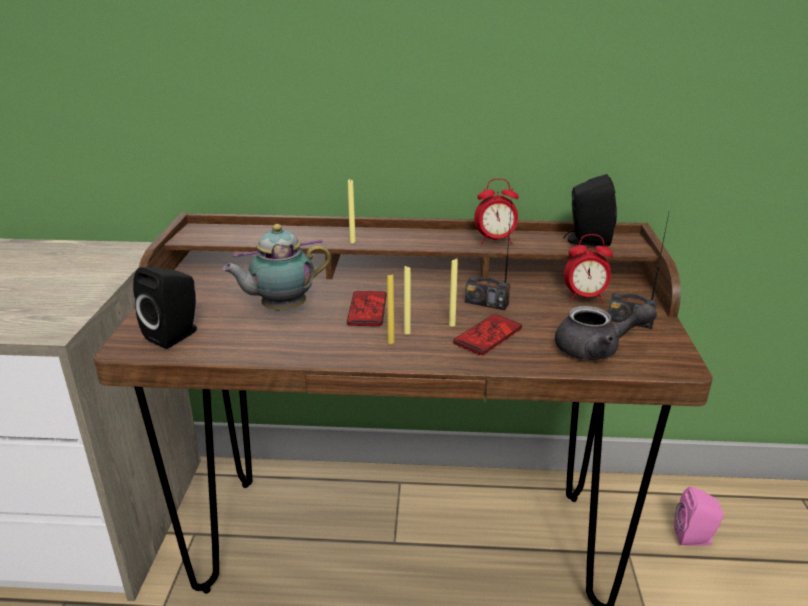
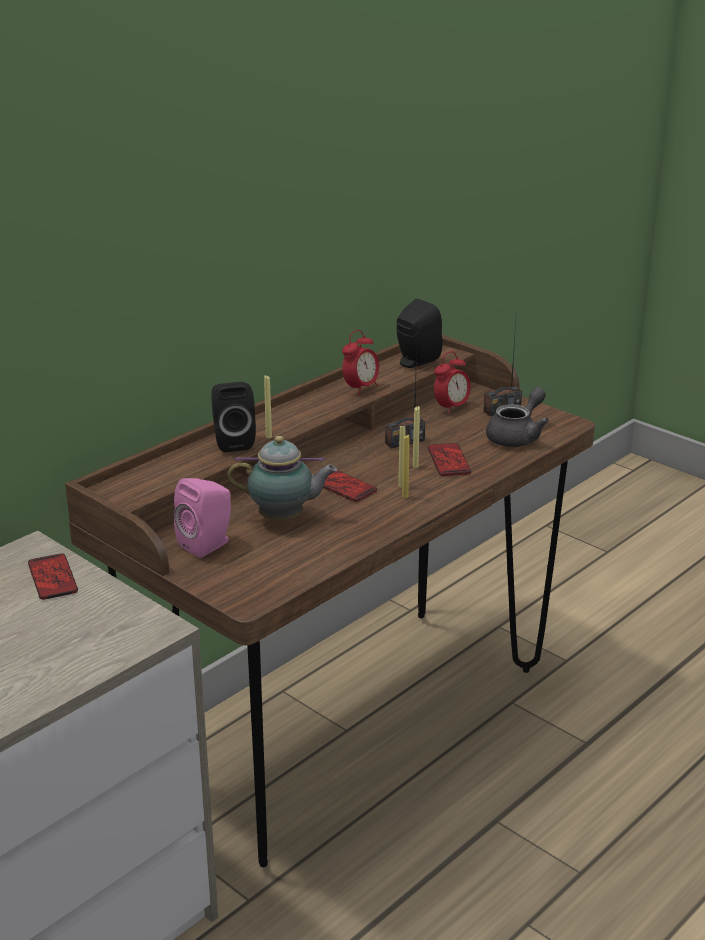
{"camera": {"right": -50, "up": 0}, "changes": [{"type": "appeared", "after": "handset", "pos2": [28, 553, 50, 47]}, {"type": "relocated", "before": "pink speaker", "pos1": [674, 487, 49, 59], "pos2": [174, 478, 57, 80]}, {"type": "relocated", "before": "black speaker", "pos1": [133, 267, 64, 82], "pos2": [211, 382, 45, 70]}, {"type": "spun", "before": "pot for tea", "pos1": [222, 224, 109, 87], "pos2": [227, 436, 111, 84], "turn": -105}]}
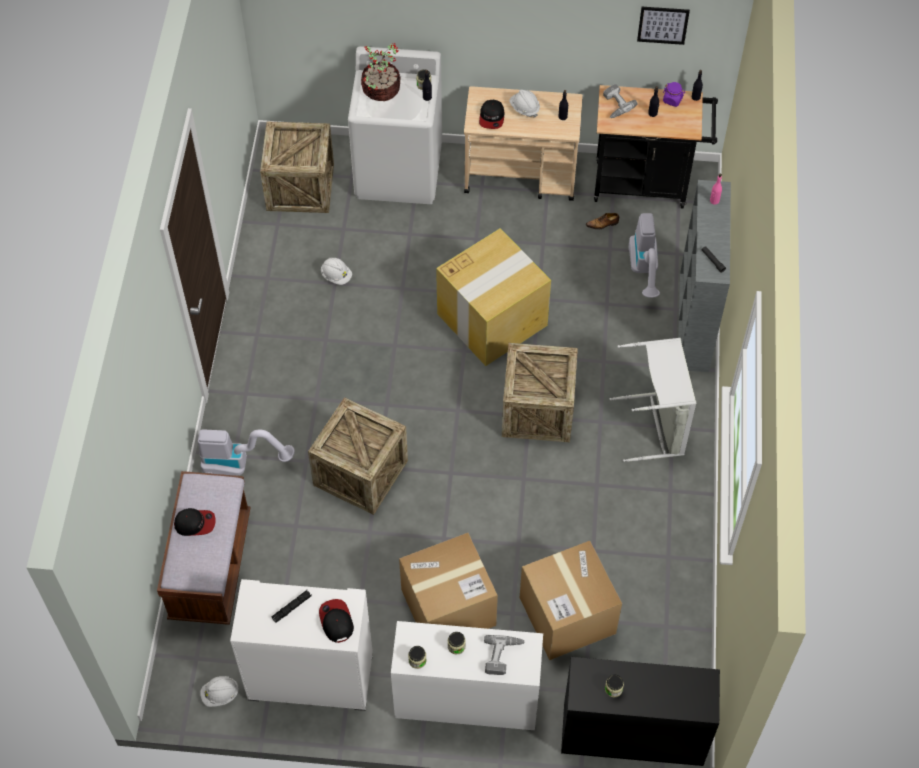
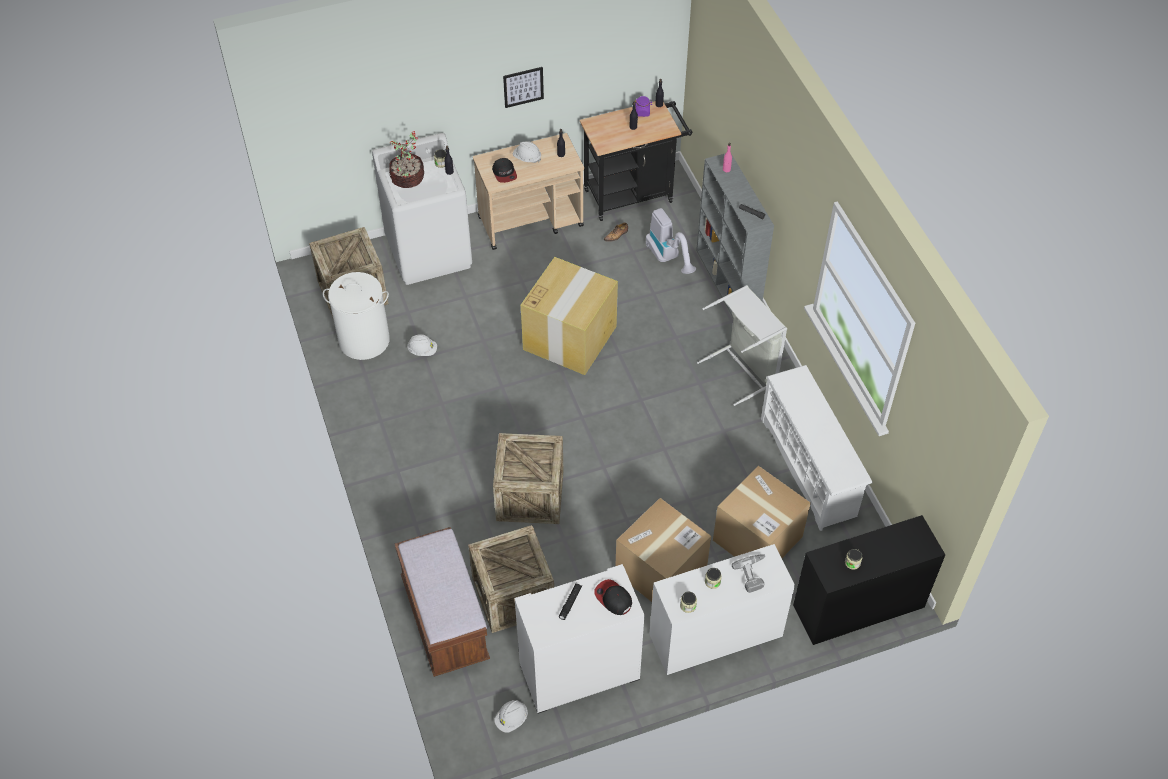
{"camera": {"right": -25, "up": -5}, "changes": [{"type": "appeared", "after": "white-coloured laundry basket", "pos2": [323, 272, 67, 88]}, {"type": "relocated", "before": "shipping crate", "pos1": [502, 343, 76, 99], "pos2": [468, 525, 86, 108]}, {"type": "relocated", "before": "picture", "pos1": [637, 7, 53, 38], "pos2": [503, 67, 41, 41]}, {"type": "appeared", "after": "white-coloured shoe shelf", "pos2": [761, 365, 112, 166]}, {"type": "missing", "before": "cap", "pos1": [174, 508, 41, 28]}, {"type": "missing", "before": "hoover", "pos1": [198, 429, 97, 47]}, {"type": "missing", "before": "electric drill", "pos1": [603, 84, 34, 34]}]}
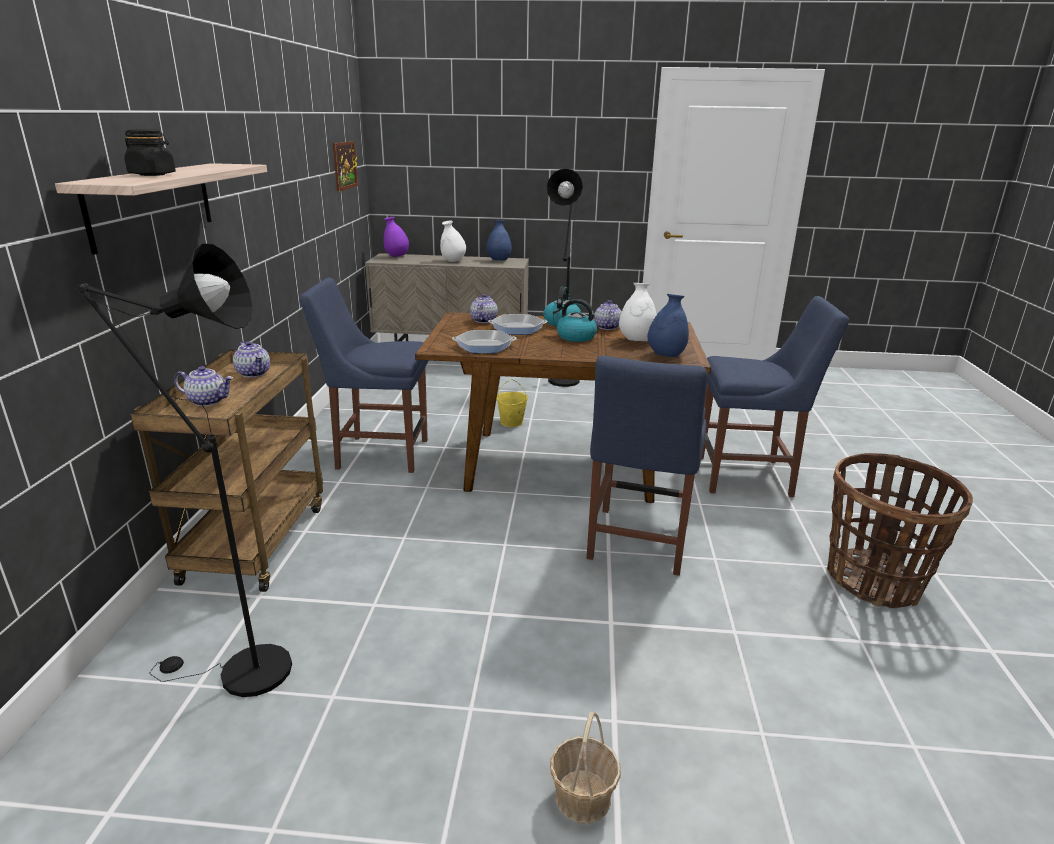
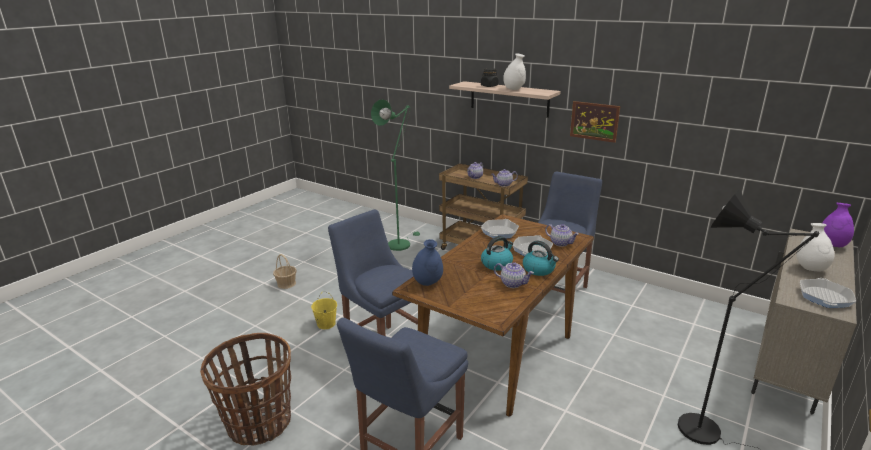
{"camera": {"right": 120, "up": 0}, "changes": [{"type": "relocated", "before": "yellow pail", "pos1": [497, 379, 31, 48], "pos2": [311, 292, 26, 37]}, {"type": "colour", "before": "black standing lamp", "after": "greenish standing lamp", "pos1": [76, 243, 216, 454], "pos2": [371, 99, 49, 152]}, {"type": "relocated", "before": "white-coloured decorative vase", "pos1": [619, 283, 38, 58], "pos2": [503, 54, 23, 36]}, {"type": "relocated", "before": "picture", "pos1": [333, 141, 25, 51], "pos2": [570, 101, 50, 42]}, {"type": "exchanged", "before": "blue-coloured decorative vase", "after": "frying pan", "pos1": [486, 220, 26, 40], "pos2": [800, 278, 56, 30]}]}
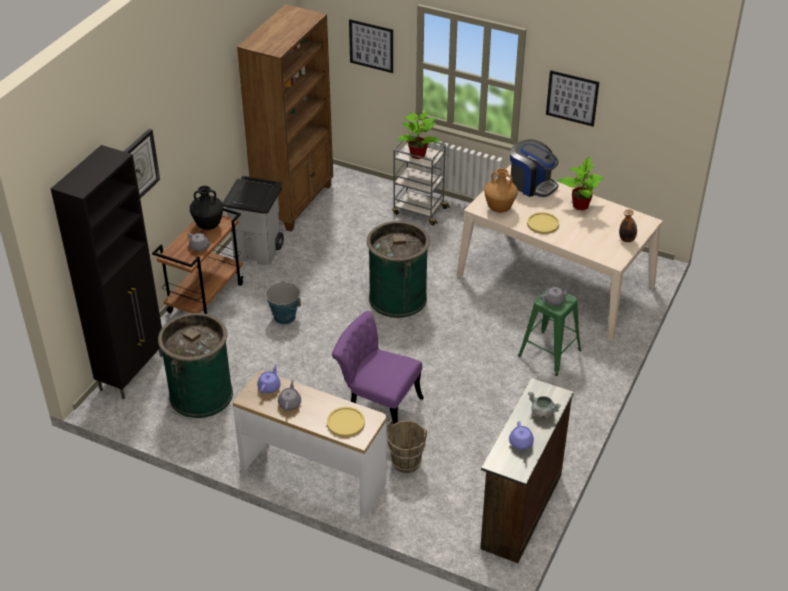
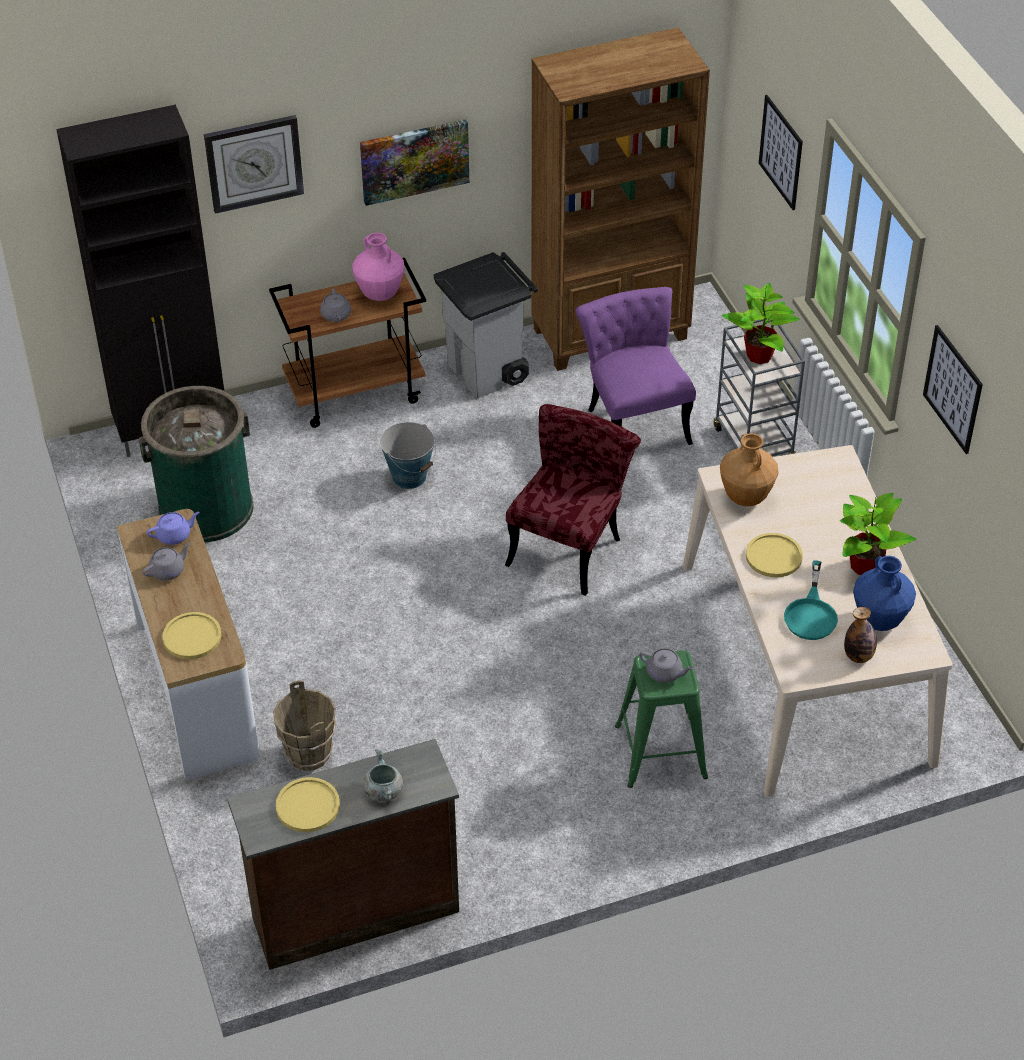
{"camera": {"right": 45, "up": 5}, "changes": [{"type": "exchanged", "before": "purple-coloured pot for tea", "after": "yellow flat dish", "pos1": [509, 421, 25, 29], "pos2": [276, 777, 64, 55]}, {"type": "colour", "before": "black decorative vase", "after": "pink decorative vase", "pos1": [190, 186, 33, 44], "pos2": [352, 233, 53, 68]}, {"type": "appeared", "after": "picture", "pos2": [360, 119, 110, 87]}, {"type": "exchanged", "before": "greenish rubbish bin", "after": "red upright chair", "pos1": [367, 221, 63, 97], "pos2": [505, 404, 136, 192]}, {"type": "relocated", "before": "purple-coloured upright chair", "pos1": [332, 311, 92, 113], "pos2": [575, 287, 121, 158]}, {"type": "appeared", "after": "turquoise frying pan", "pos2": [784, 561, 54, 79]}, {"type": "appeared", "after": "blue-coloured decorative vase", "pos2": [853, 556, 63, 75]}, {"type": "missing", "before": "coffee brewer", "pos1": [510, 139, 49, 58]}]}
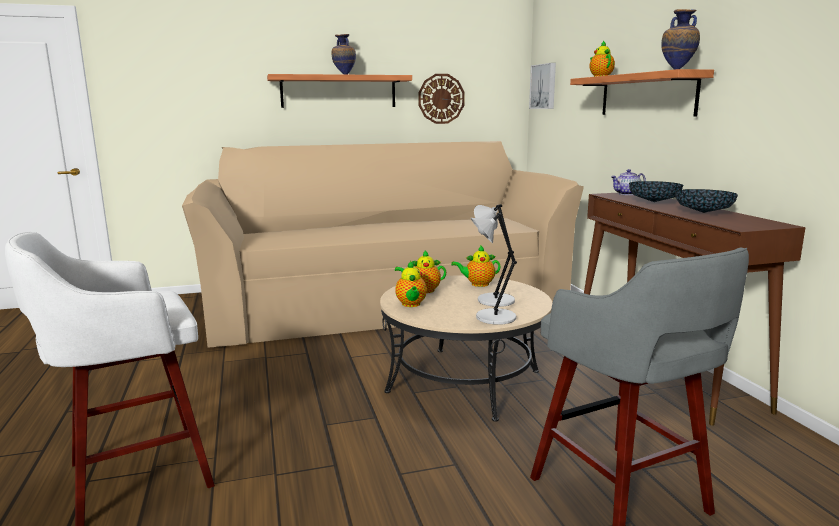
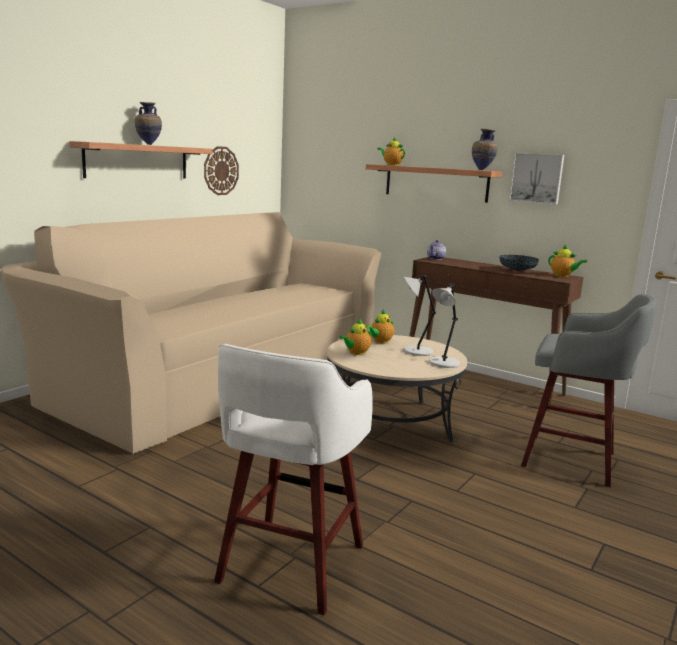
{"camera": {"right": -40, "up": 0}, "changes": [{"type": "relocated", "before": "picture", "pos1": [529, 63, 27, 46], "pos2": [509, 153, 55, 52]}, {"type": "relocated", "before": "pot for tea", "pos1": [395, 261, 32, 46], "pos2": [548, 244, 39, 33]}, {"type": "missing", "before": "serving bowl", "pos1": [629, 181, 54, 21]}]}
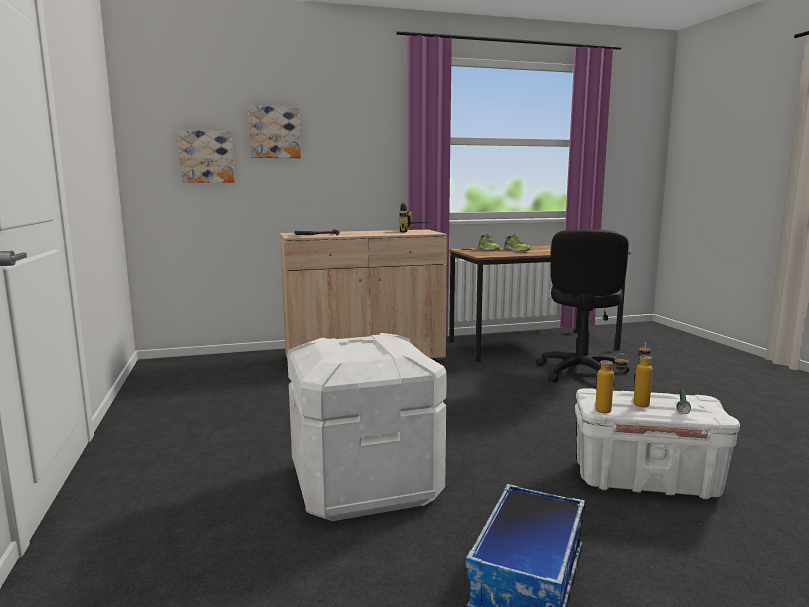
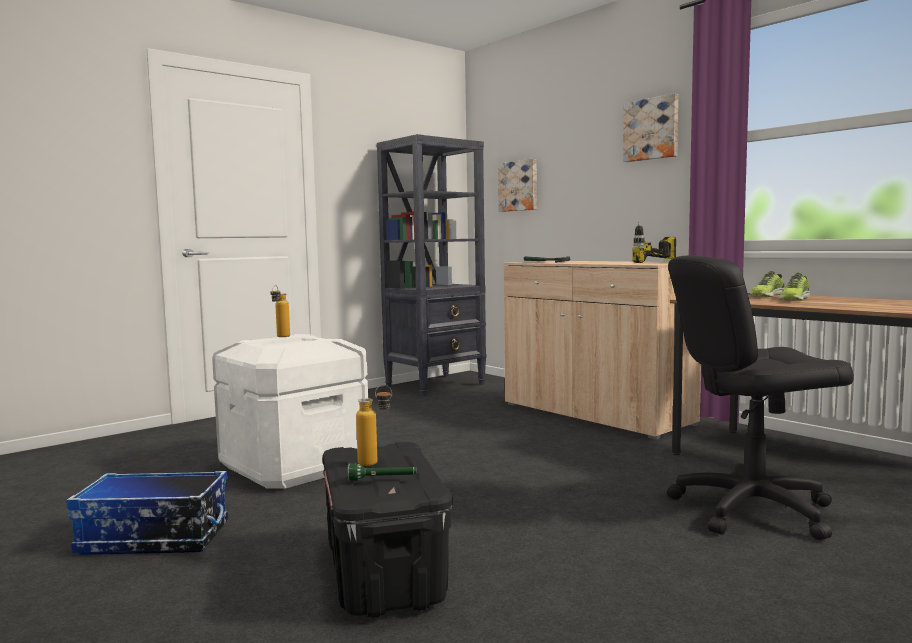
{"camera": {"right": 65, "up": -5}, "changes": [{"type": "relocated", "before": "bottle", "pos1": [595, 353, 34, 60], "pos2": [271, 285, 19, 52]}, {"type": "colour", "before": "white-coloured storage bin", "after": "black storage bin", "pos1": [575, 388, 165, 111], "pos2": [322, 442, 131, 176]}, {"type": "appeared", "after": "black shelving unit", "pos2": [377, 134, 110, 263]}, {"type": "relocated", "before": "picture", "pos1": [248, 106, 53, 52], "pos2": [623, 93, 55, 69]}]}
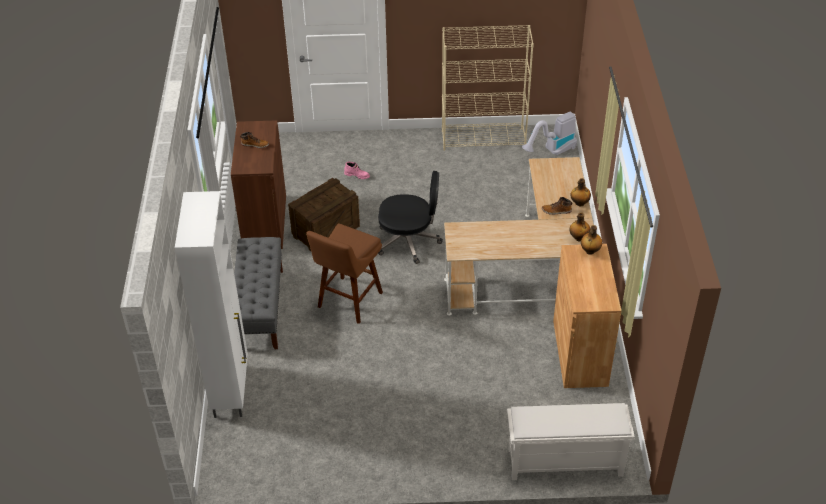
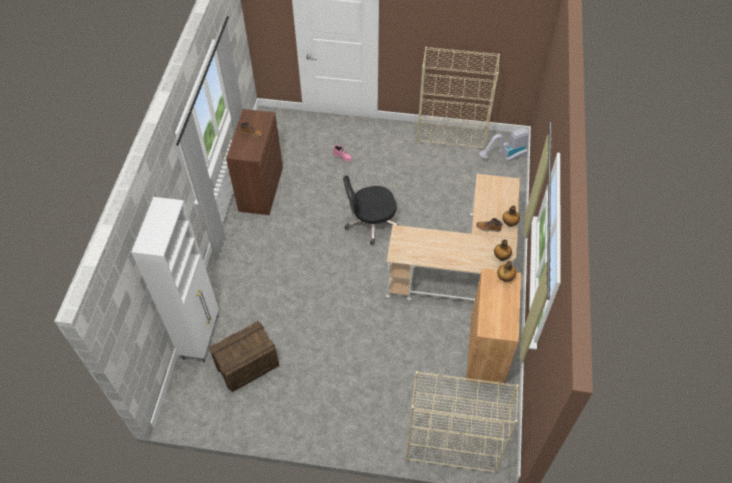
{"camera": {"right": 10, "up": 10}, "changes": [{"type": "relocated", "before": "shipping crate", "pos1": [288, 178, 72, 73], "pos2": [209, 321, 70, 71]}, {"type": "spun", "before": "black office chair", "pos1": [378, 171, 65, 93], "pos2": [343, 176, 56, 70], "turn": 150}, {"type": "exchanged", "before": "white-coloured shoe shelf", "after": "beige shelving unit", "pos1": [507, 403, 128, 77], "pos2": [406, 371, 113, 103]}, {"type": "missing", "before": "greyish long seat", "pos1": [234, 237, 49, 112]}, {"type": "missing", "before": "brown-coloured sitting stool", "pos1": [306, 223, 77, 101]}]}
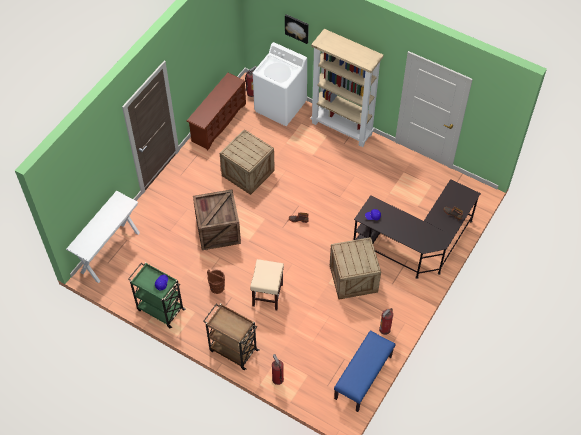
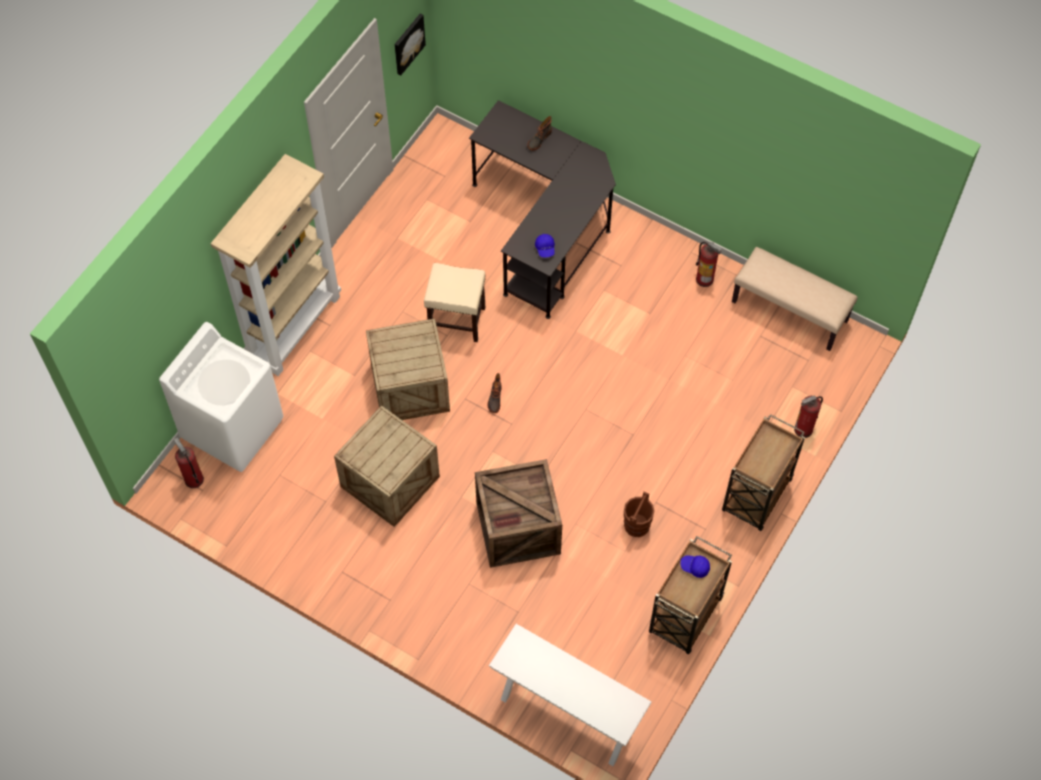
{"camera": {"right": -90, "up": 5}, "changes": [{"type": "relocated", "before": "shipping crate", "pos1": [330, 237, 51, 63], "pos2": [366, 318, 84, 102]}, {"type": "relocated", "before": "picture", "pos1": [285, 14, 24, 30], "pos2": [395, 14, 31, 62]}, {"type": "relocated", "before": "beige sitting stool", "pos1": [250, 259, 34, 51], "pos2": [424, 263, 61, 79]}, {"type": "colour", "before": "greenish cart", "after": "brown-coloured cart", "pos1": [128, 262, 58, 67], "pos2": [649, 536, 83, 118]}, {"type": "colour", "before": "blue-coloured long seat", "after": "beige long seat", "pos1": [334, 330, 61, 82], "pos2": [732, 247, 126, 104]}, {"type": "missing", "before": "brown-coloured shoe shelf", "pos1": [186, 73, 60, 77]}]}
